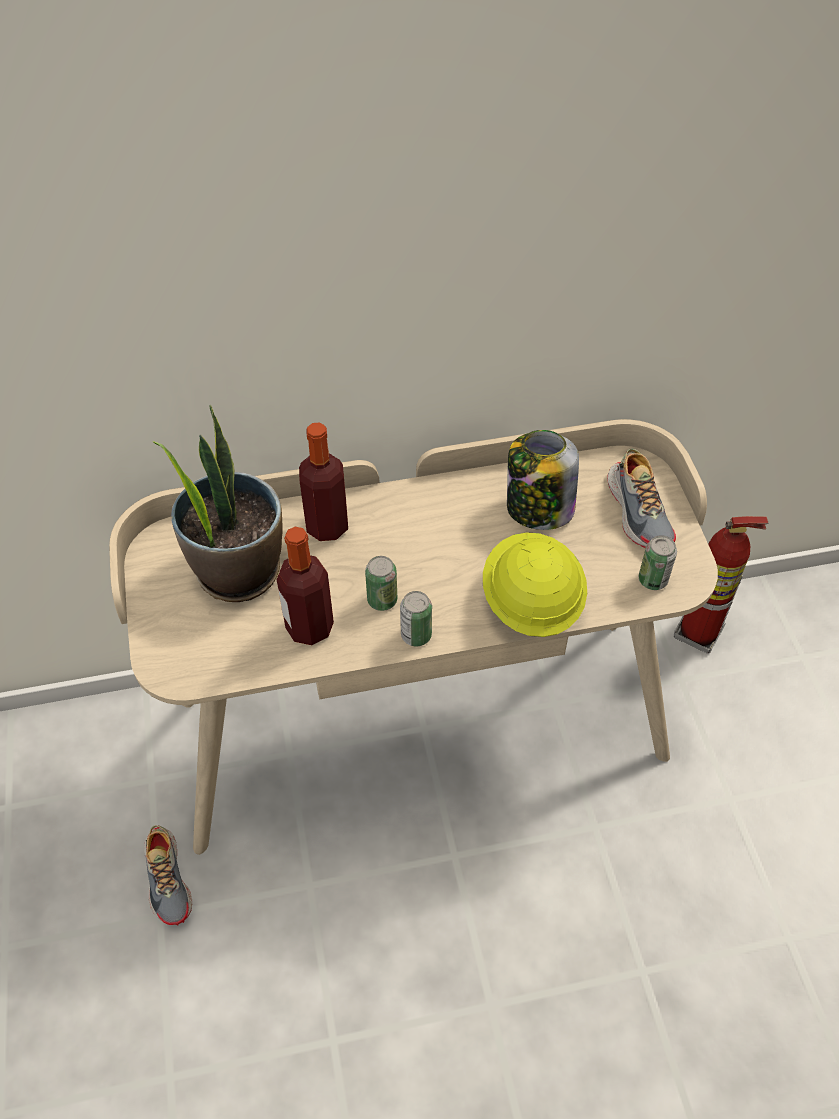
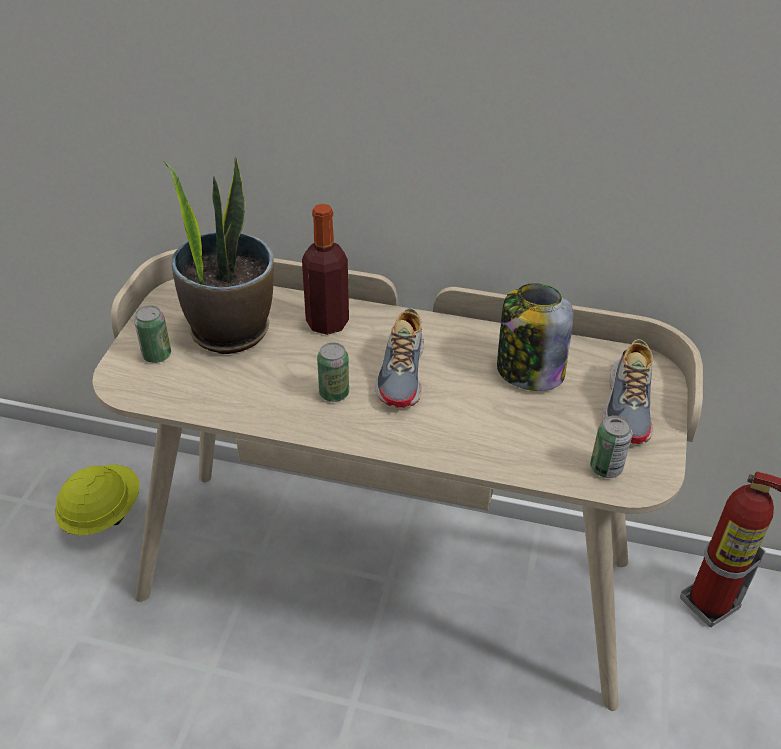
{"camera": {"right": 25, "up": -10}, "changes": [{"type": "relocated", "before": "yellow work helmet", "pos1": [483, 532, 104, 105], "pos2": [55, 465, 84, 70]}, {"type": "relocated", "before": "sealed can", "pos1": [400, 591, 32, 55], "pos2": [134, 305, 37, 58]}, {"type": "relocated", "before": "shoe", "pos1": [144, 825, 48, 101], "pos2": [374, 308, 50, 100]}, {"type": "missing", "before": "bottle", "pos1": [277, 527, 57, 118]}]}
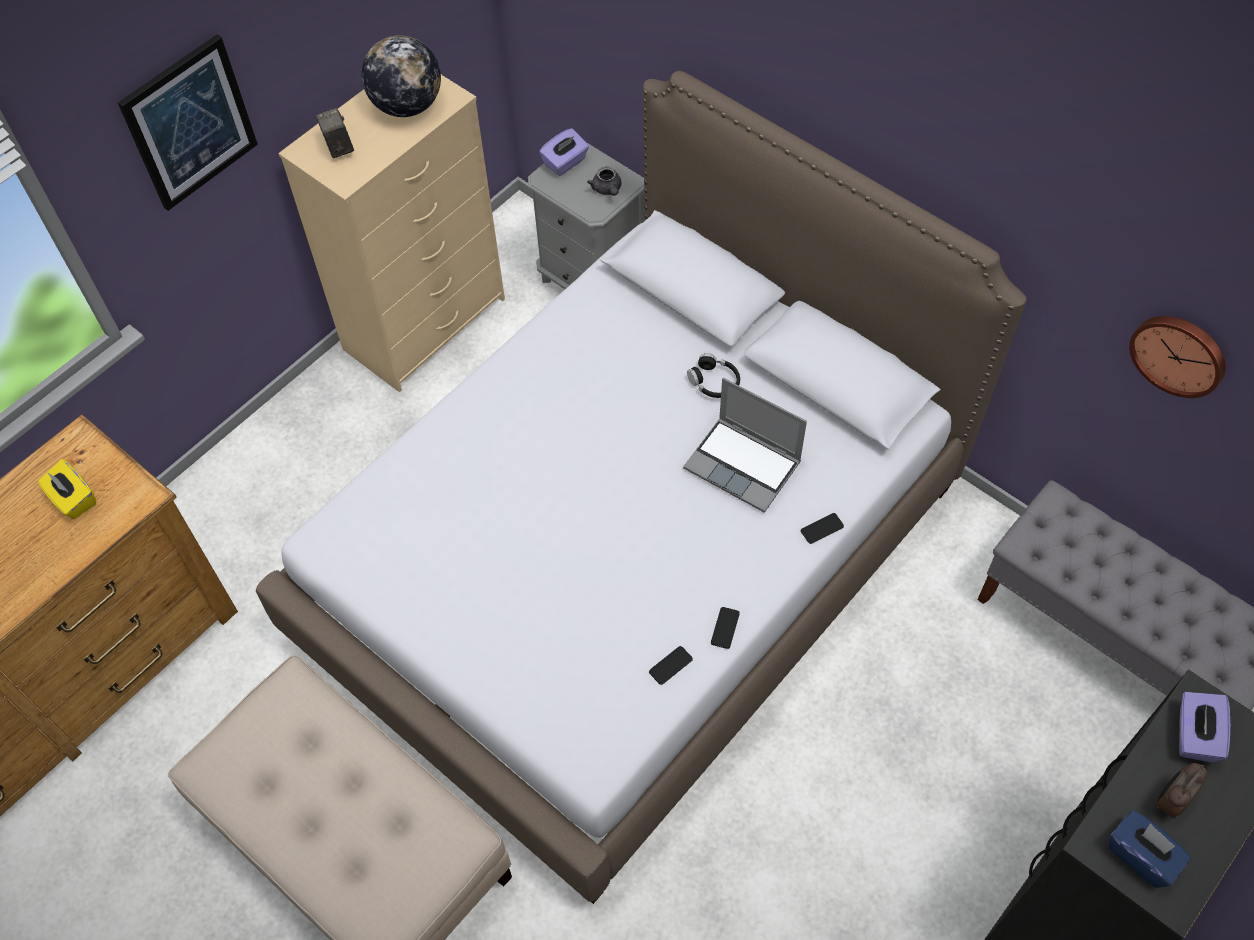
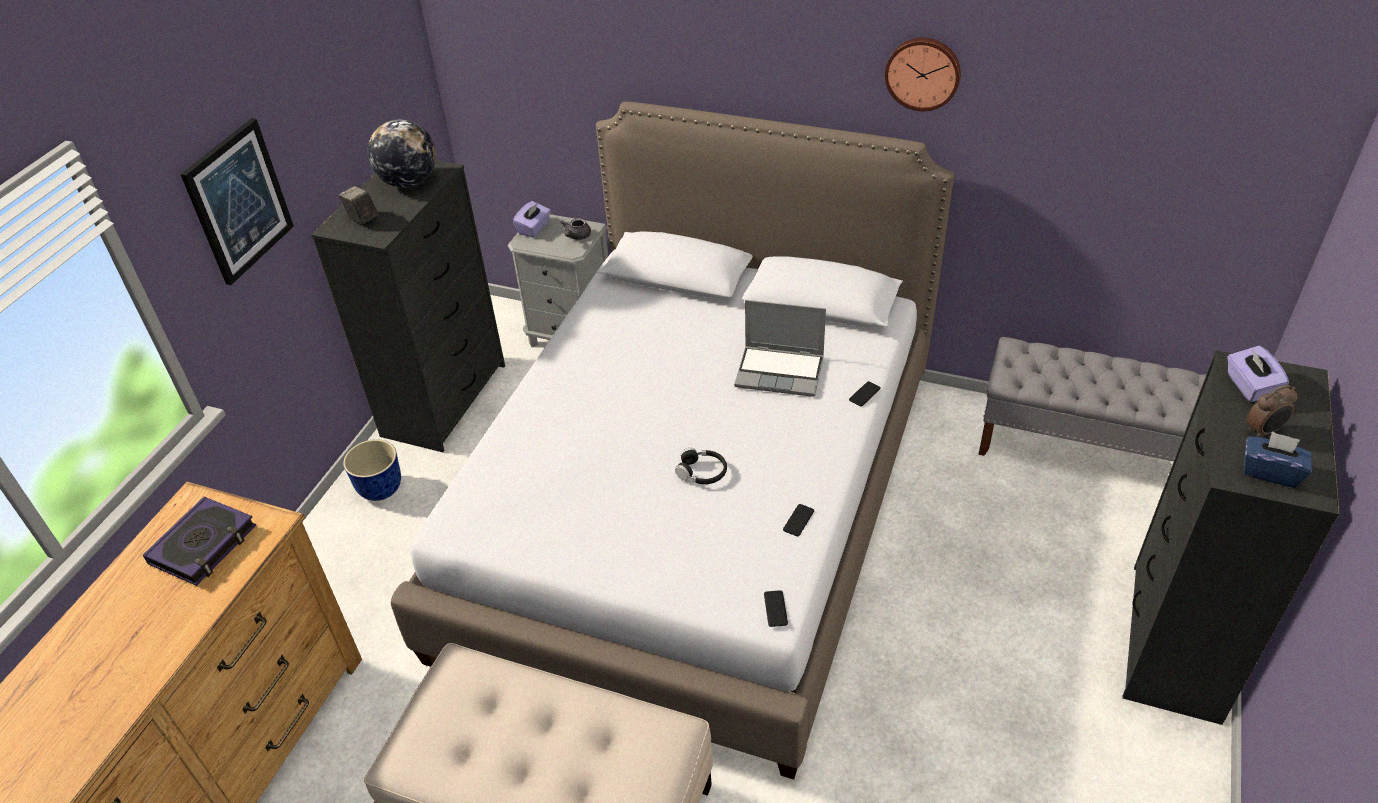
{"camera": {"right": -20, "up": -15}, "changes": [{"type": "exchanged", "before": "yellow tissue holder", "after": "bound book", "pos1": [38, 459, 58, 60], "pos2": [143, 497, 113, 89]}, {"type": "colour", "before": "beige drawer chest", "after": "black drawer chest", "pos1": [278, 75, 227, 317], "pos2": [311, 160, 194, 292]}, {"type": "appeared", "after": "flower pot", "pos2": [343, 439, 58, 62]}, {"type": "spun", "before": "greyish pot for tea", "pos1": [587, 167, 34, 29], "pos2": [561, 218, 30, 22], "turn": 60}, {"type": "relocated", "before": "black pair of headphones", "pos1": [687, 353, 53, 45], "pos2": [675, 448, 52, 36]}, {"type": "relocated", "before": "handset", "pos1": [711, 607, 29, 42], "pos2": [764, 590, 24, 37]}, {"type": "relocated", "before": "hanging clock", "pos1": [1129, 316, 97, 82], "pos2": [885, 38, 76, 73]}, {"type": "spun", "before": "bedside clock", "pos1": [1157, 763, 50, 55], "pos2": [1246, 385, 52, 52], "turn": -135}]}
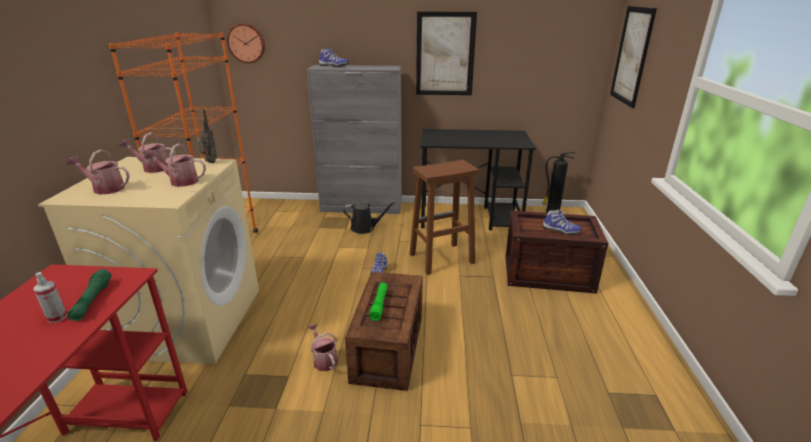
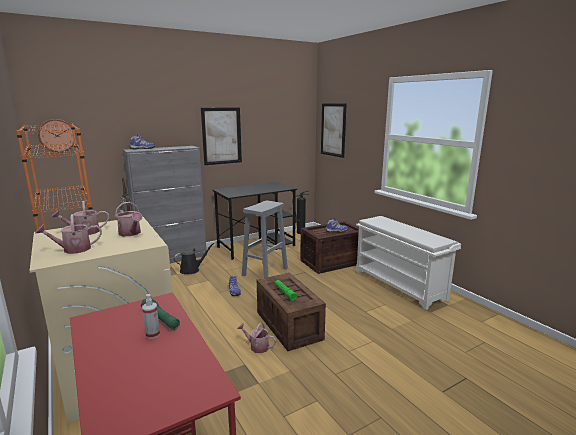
{"camera": {"right": -35, "up": -10}, "changes": [{"type": "spun", "before": "sprinkling can", "pos1": [145, 143, 61, 44], "pos2": [115, 202, 27, 34], "turn": -105}, {"type": "colour", "before": "brown-coloured sitting stool", "after": "greyish sitting stool", "pos1": [409, 160, 70, 115], "pos2": [242, 200, 46, 78]}, {"type": "appeared", "after": "white-coloured shoe shelf", "pos2": [356, 216, 105, 94]}]}
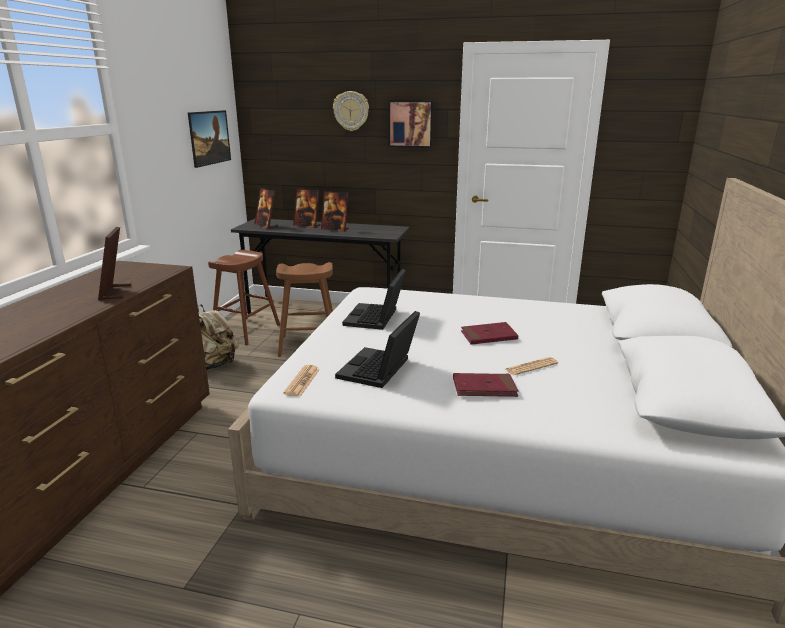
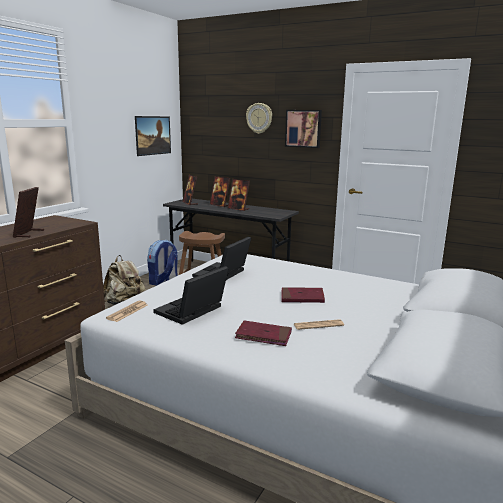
{"camera": {"right": 15, "up": -5}, "changes": [{"type": "exchanged", "before": "brown-coloured sitting stool", "after": "backpack", "pos1": [208, 250, 72, 95], "pos2": [147, 240, 31, 46]}]}
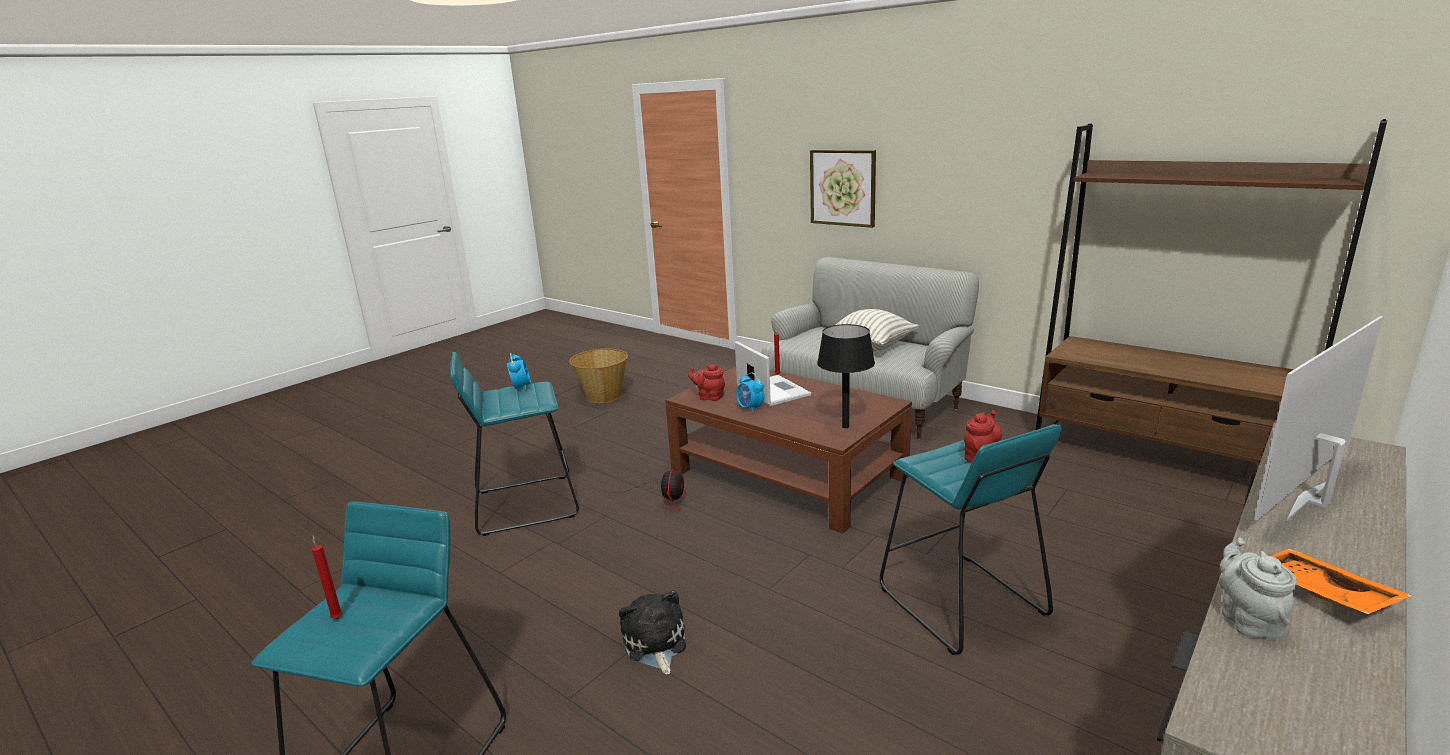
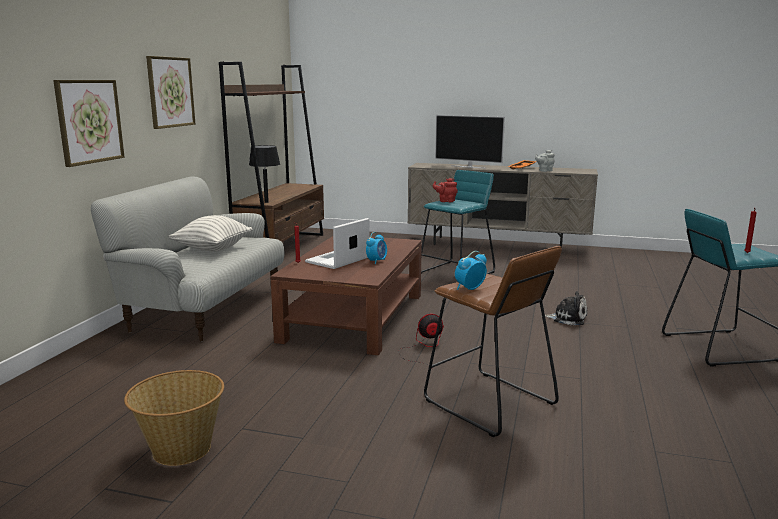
{"camera": {"right": -115, "up": -5}, "changes": [{"type": "appeared", "after": "picture", "pos2": [146, 56, 49, 73]}, {"type": "relocated", "before": "black lamp for a table", "pos1": [817, 324, 58, 104], "pos2": [249, 145, 31, 58]}, {"type": "colour", "before": "turquoise sitting stool", "after": "brown-coloured sitting stool", "pos1": [450, 352, 129, 184], "pos2": [424, 246, 138, 191]}, {"type": "spun", "before": "plush toy", "pos1": [619, 590, 67, 84], "pos2": [541, 291, 46, 34], "turn": -120}, {"type": "missing", "before": "red pot for tea", "pos1": [688, 364, 37, 37]}]}
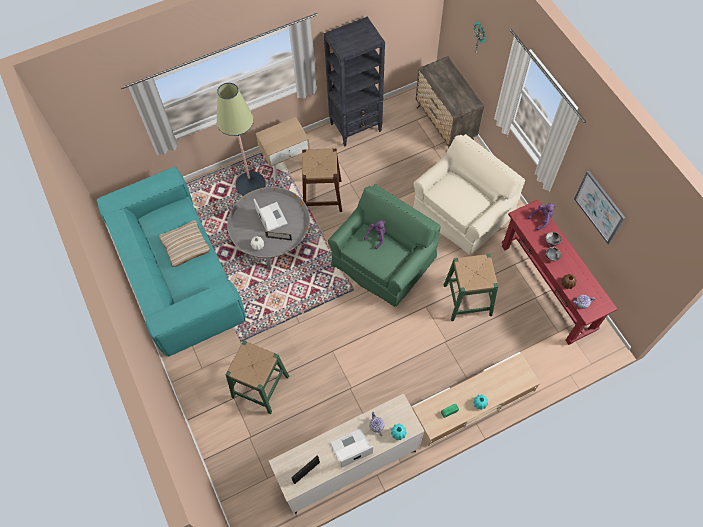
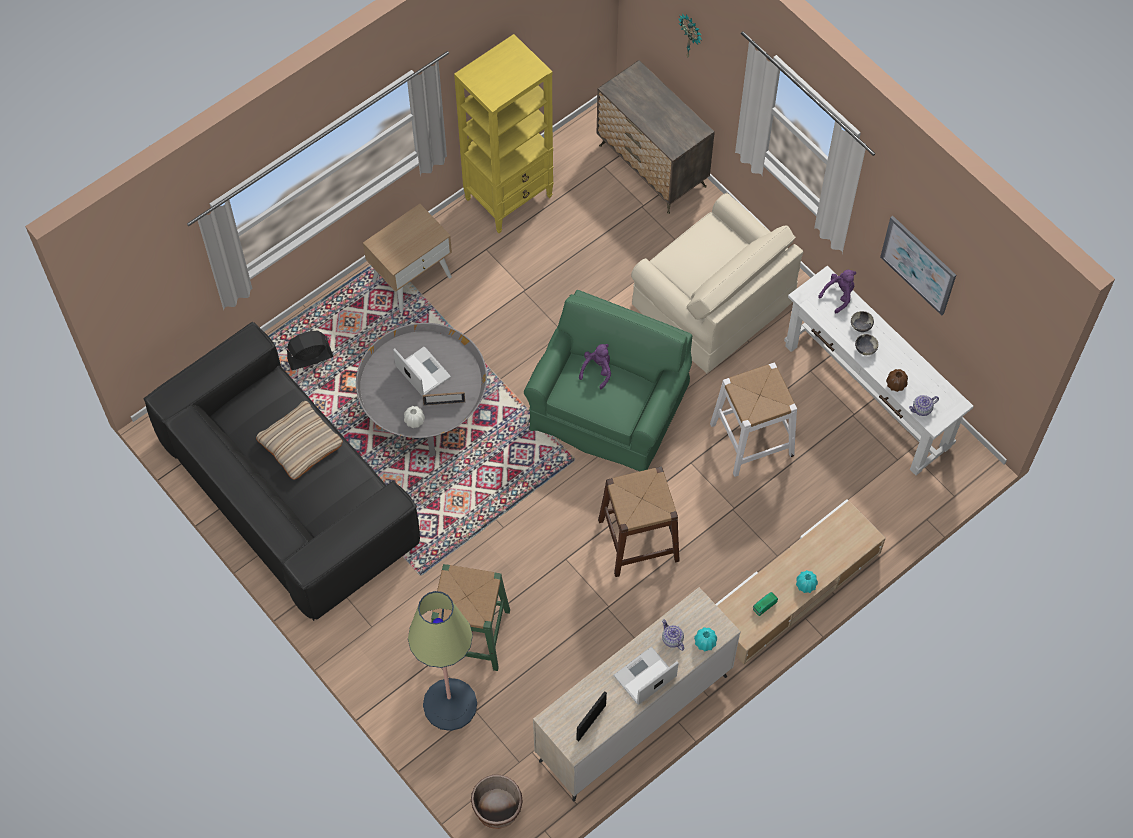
{"camera": {"right": -15, "up": 0}, "changes": [{"type": "colour", "before": "turquoise settee", "after": "black settee", "pos1": [97, 167, 148, 190], "pos2": [144, 322, 276, 298]}, {"type": "appeared", "after": "black electric fan", "pos2": [287, 330, 47, 40]}, {"type": "relocated", "before": "standing lamp", "pos1": [217, 83, 48, 113], "pos2": [408, 591, 69, 140]}, {"type": "colour", "before": "black shelving unit", "after": "yellow shelving unit", "pos1": [324, 17, 61, 130], "pos2": [454, 34, 100, 199]}, {"type": "appeared", "after": "brown-coloured flower pot", "pos2": [471, 775, 52, 54]}, {"type": "relocated", "before": "brown-coloured sitting stool", "pos1": [302, 149, 40, 63], "pos2": [598, 466, 82, 111]}, {"type": "spun", "before": "beige armchair", "pos1": [413, 134, 112, 122], "pos2": [631, 193, 172, 181], "turn": 105}, {"type": "colour", "before": "greenish sitting stool", "after": "white-coloured sitting stool", "pos1": [444, 254, 54, 67], "pos2": [710, 362, 87, 115]}, {"type": "colour", "before": "red narrow table", "after": "white-coloured narrow table", "pos1": [502, 200, 115, 145], "pos2": [784, 266, 190, 209]}]}
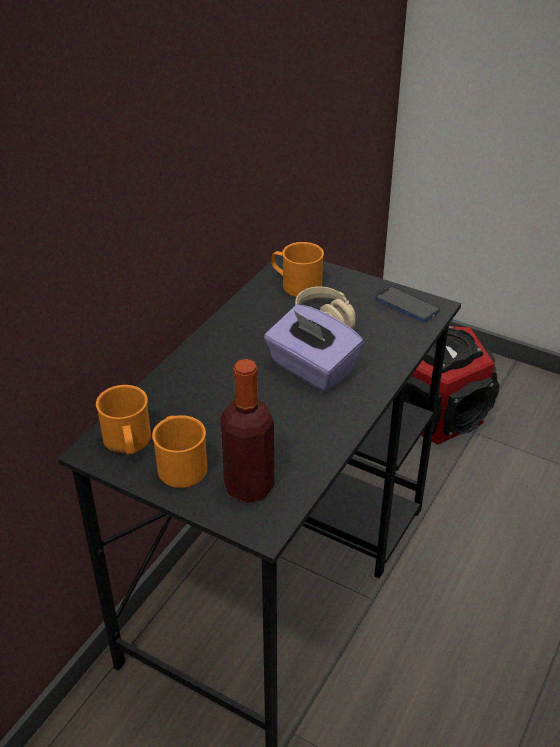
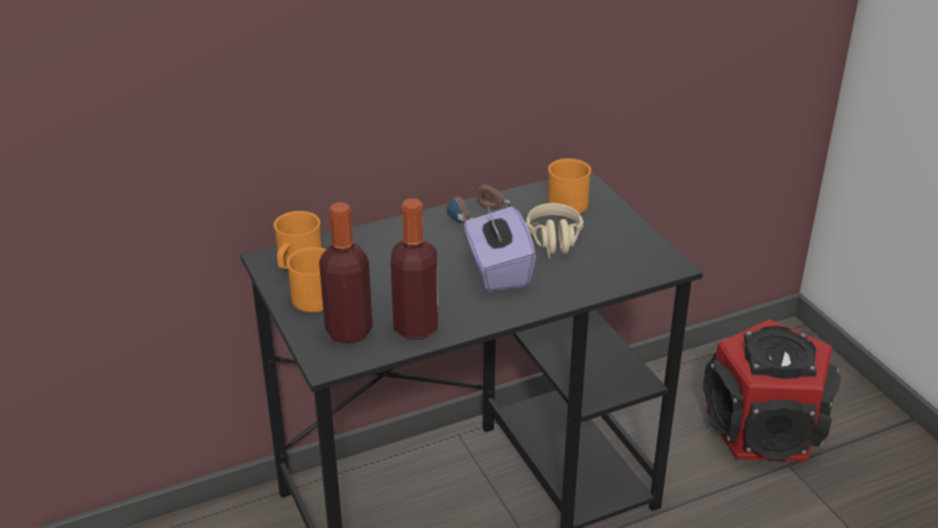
{"camera": {"right": 35, "up": -5}, "changes": [{"type": "appeared", "after": "bottle", "pos2": [391, 199, 47, 140]}, {"type": "appeared", "after": "pair of headphones", "pos2": [447, 181, 64, 42]}, {"type": "missing", "before": "handset", "pos1": [375, 286, 65, 36]}]}
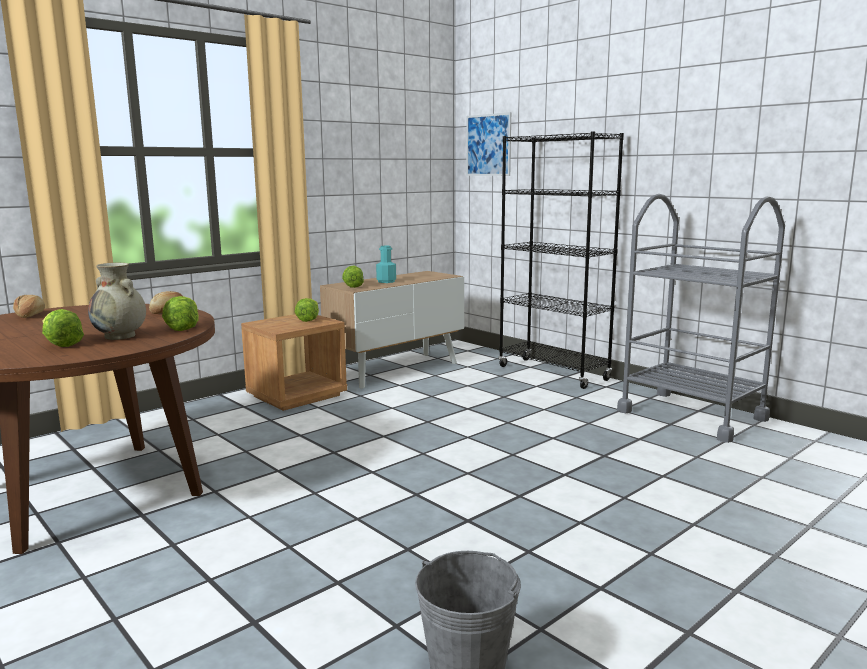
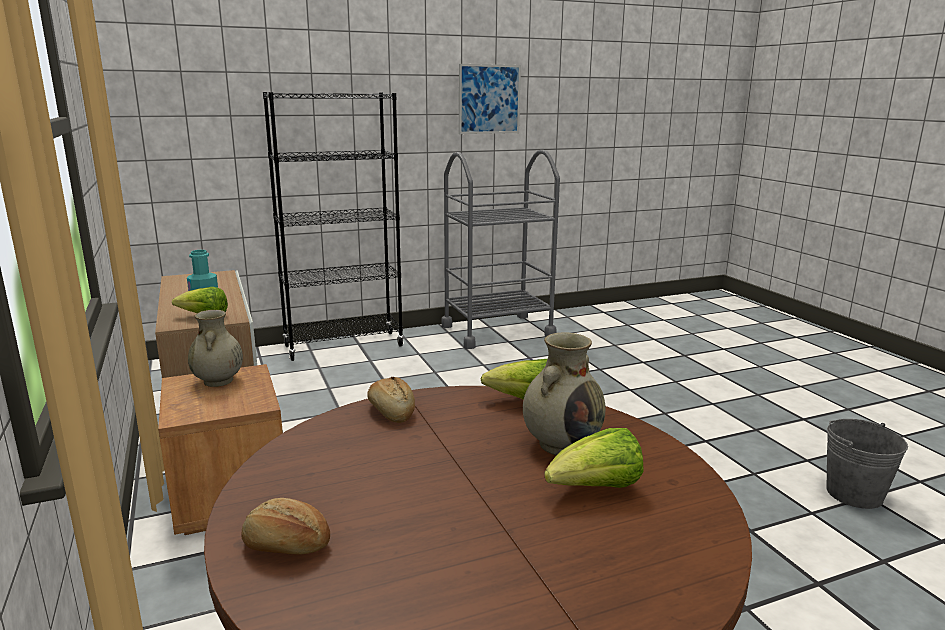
{"camera": {"right": -70, "up": 5}, "changes": [{"type": "exchanged", "before": "lettuce", "after": "beige decorative vase", "pos1": [295, 298, 24, 24], "pos2": [188, 310, 55, 77]}, {"type": "relocated", "before": "picture", "pos1": [466, 112, 45, 64], "pos2": [459, 64, 62, 70]}]}
